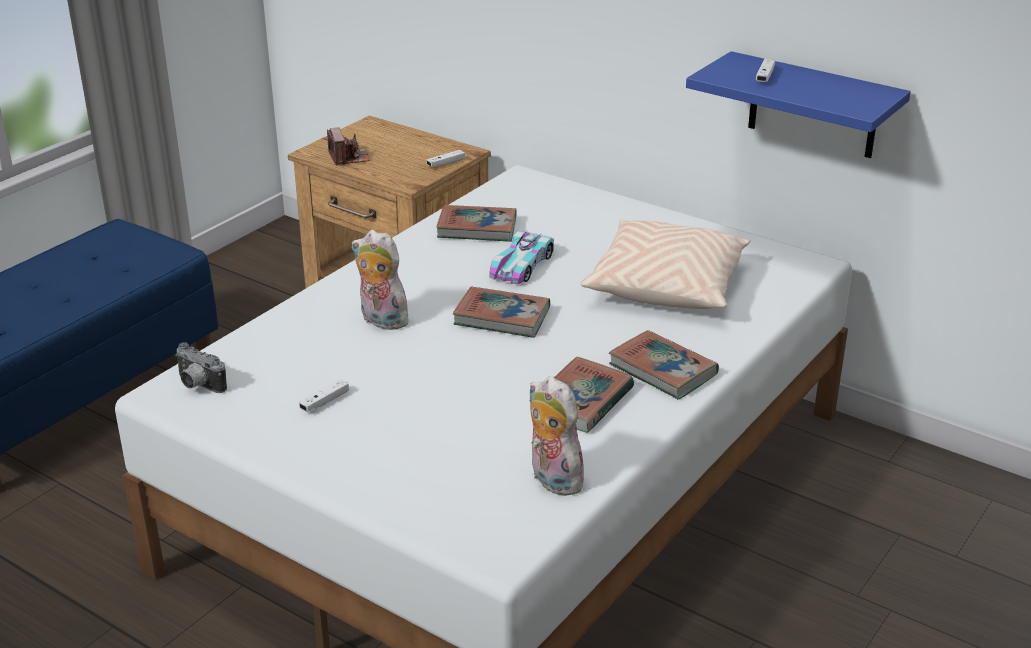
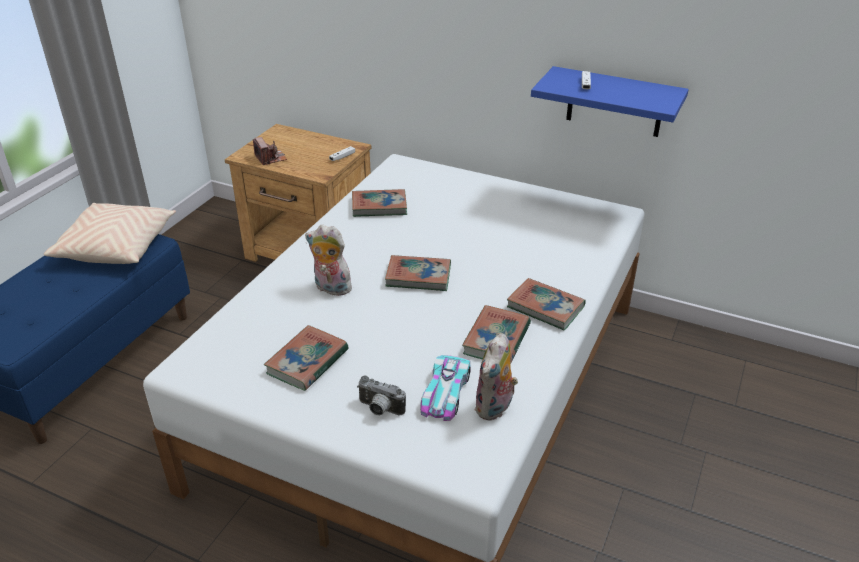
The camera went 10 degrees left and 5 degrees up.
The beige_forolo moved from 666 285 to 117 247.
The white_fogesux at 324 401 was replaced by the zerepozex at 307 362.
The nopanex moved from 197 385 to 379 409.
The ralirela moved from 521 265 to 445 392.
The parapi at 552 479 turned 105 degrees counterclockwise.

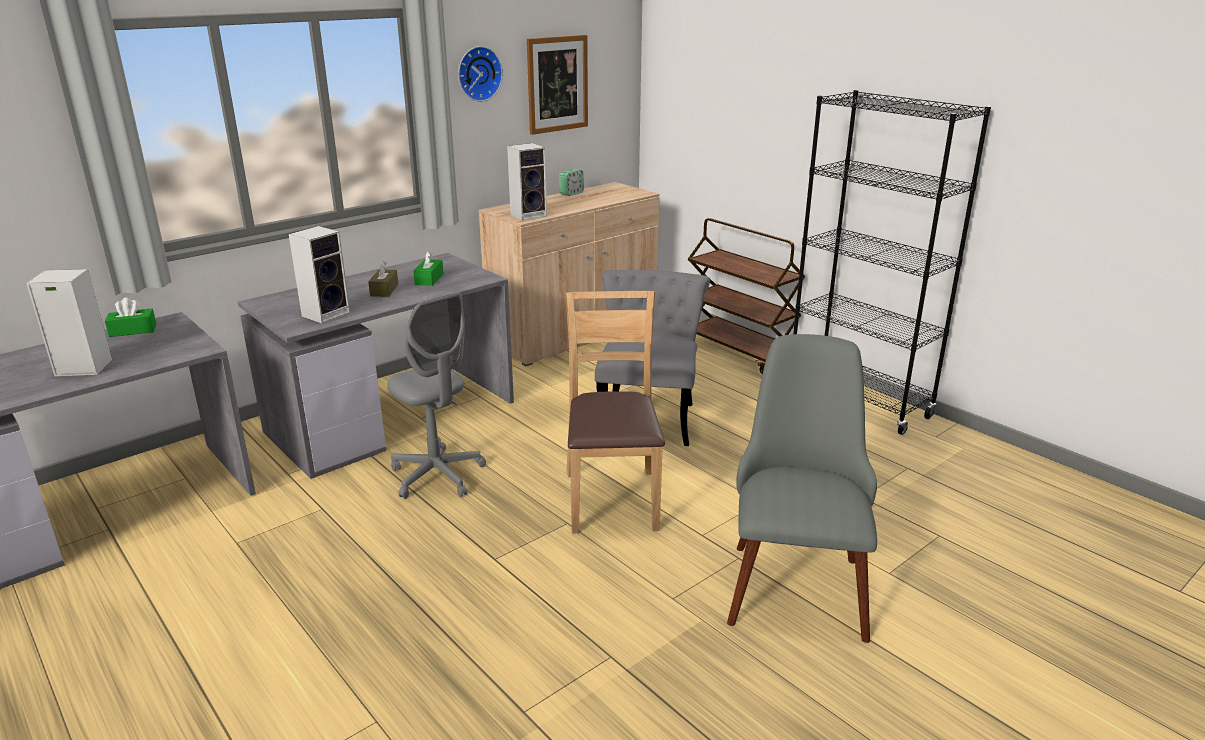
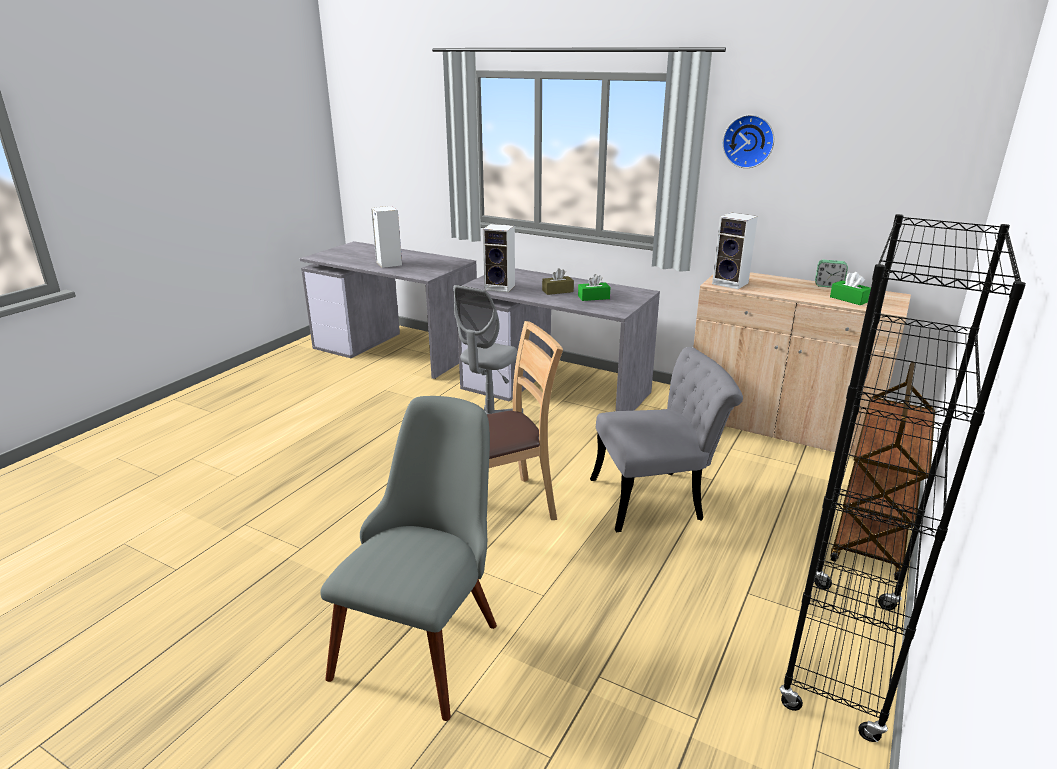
The camera went 70 degrees right and 0 degrees up.
The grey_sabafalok at 795 576 turned 60 degrees counterclockwise.
The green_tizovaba moved from 133 330 to 849 299.
The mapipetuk at 557 84 disappeared.

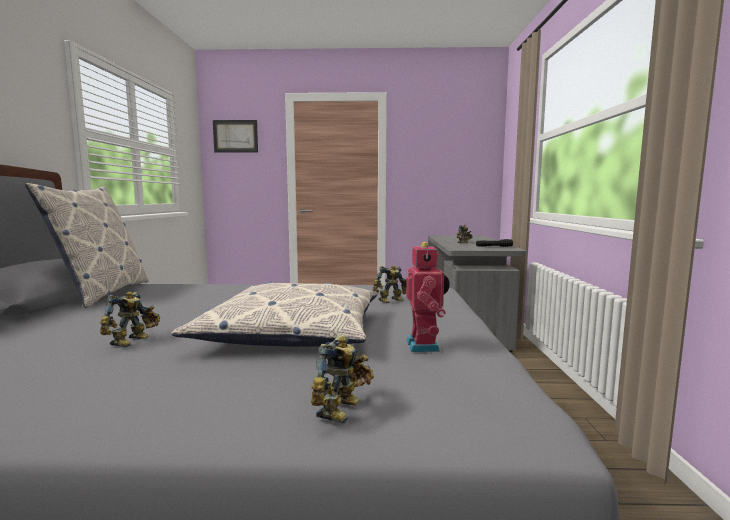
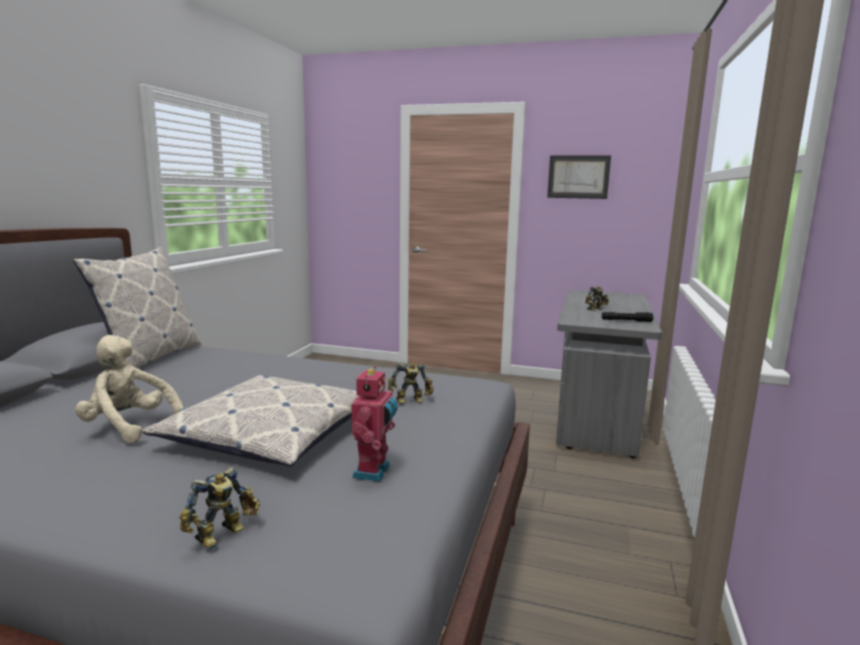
The camera went 15 degrees right and 5 degrees up.
The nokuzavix at 133 341 was replaced by the beige_parapi at 129 427.
The mapipetuk moved from 235 136 to 578 177.

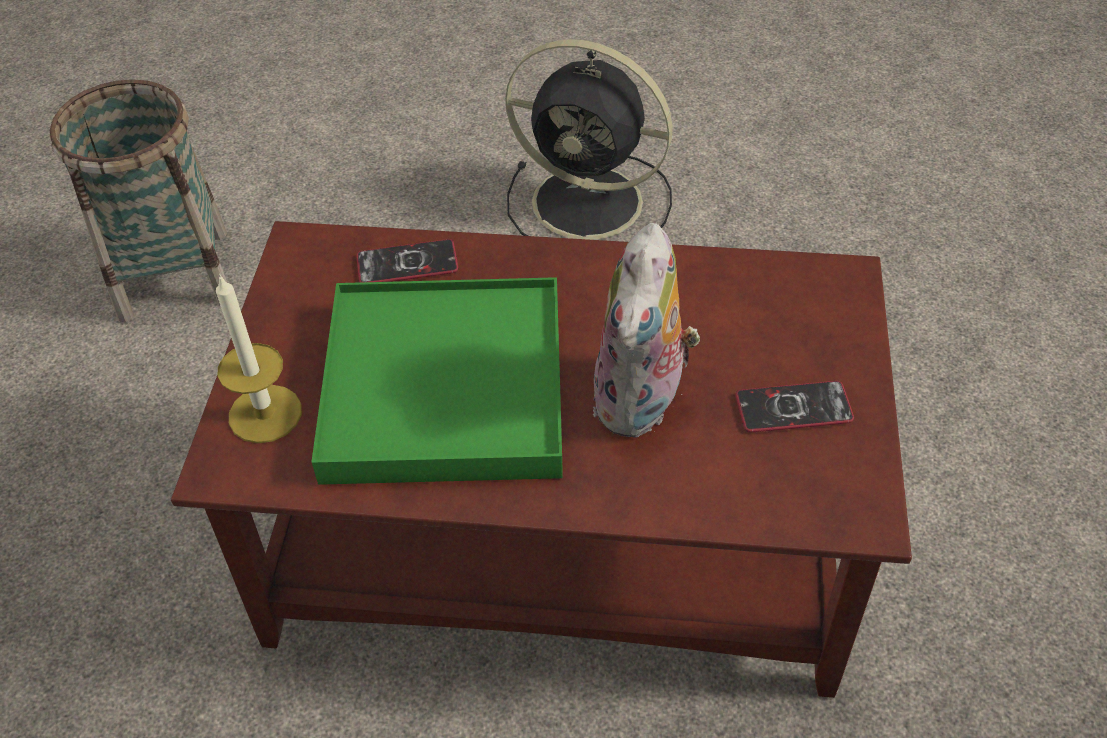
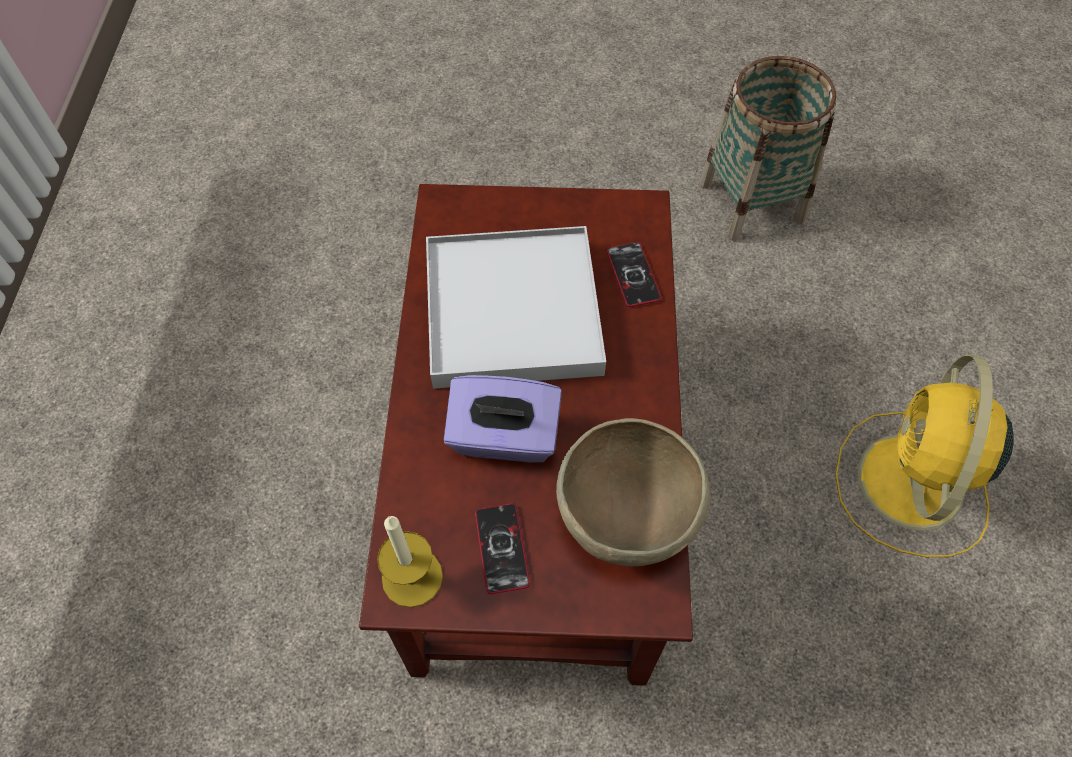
The camera went 85 degrees right and 10 degrees up.
The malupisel moved from 265 414 to 412 577.
The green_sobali at 444 386 became the white_sobali at 513 311.
The parapi at 642 402 was replaced by the purple_tizovaba at 504 438.
The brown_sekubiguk at 625 517 appeared.
The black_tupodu at 592 203 became the yellow_tupodu at 910 486.

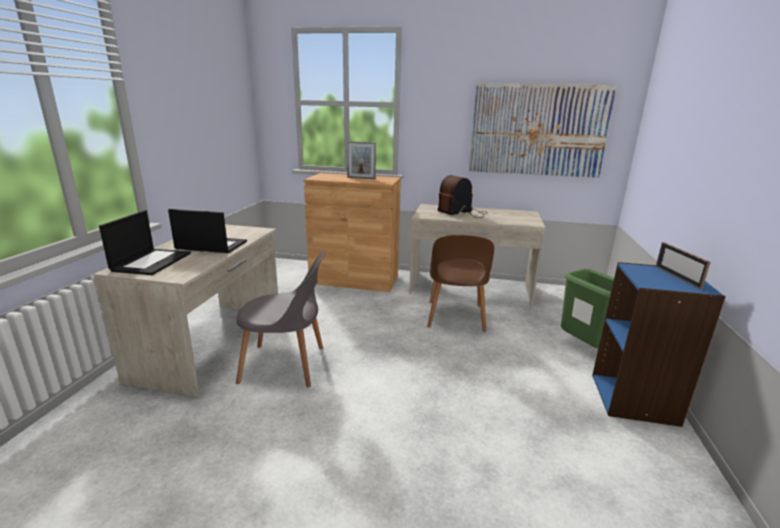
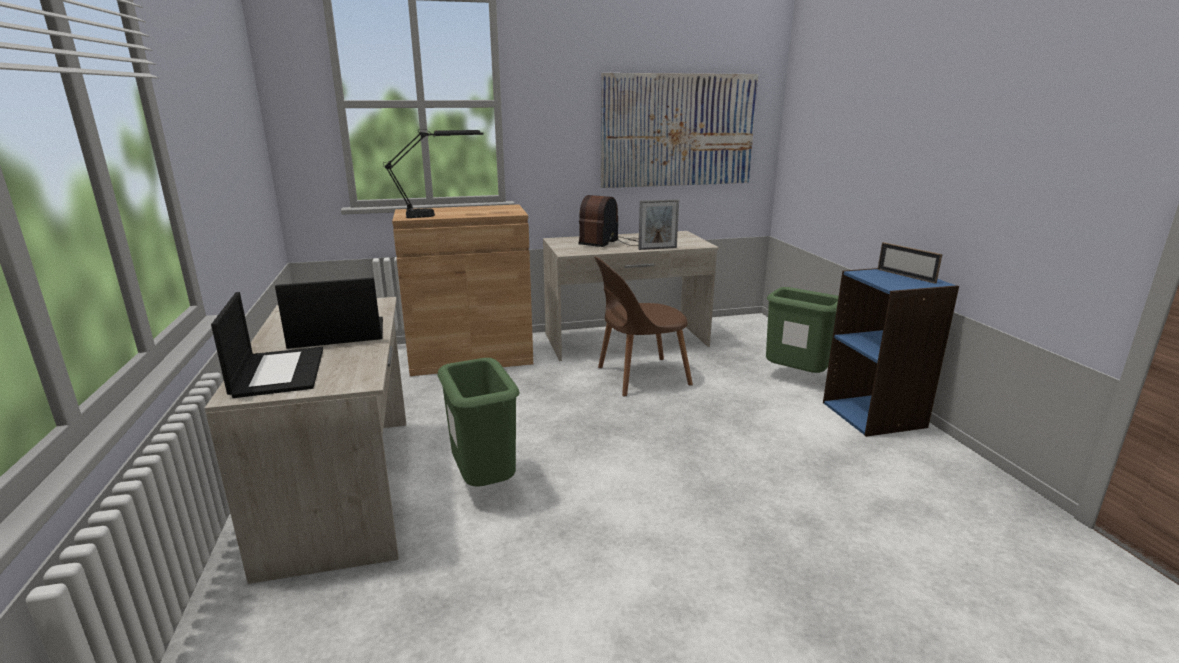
The camera went 25 degrees left and 0 degrees up.
The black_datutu at 439 215 appeared.
The grey_sabafalok at 287 365 was replaced by the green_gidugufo at 485 484.
The brown_sabafalok at 455 317 turned 90 degrees clockwise.
The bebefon moved from 361 178 to 657 248.

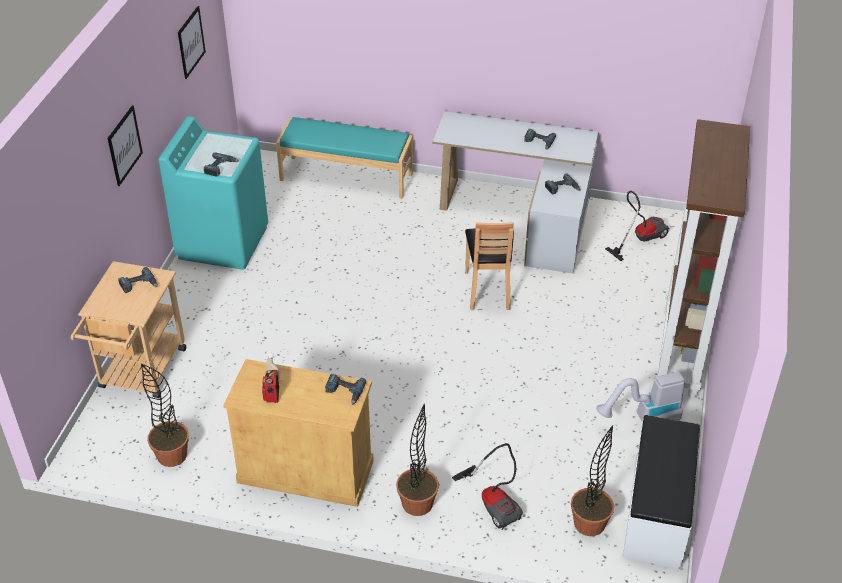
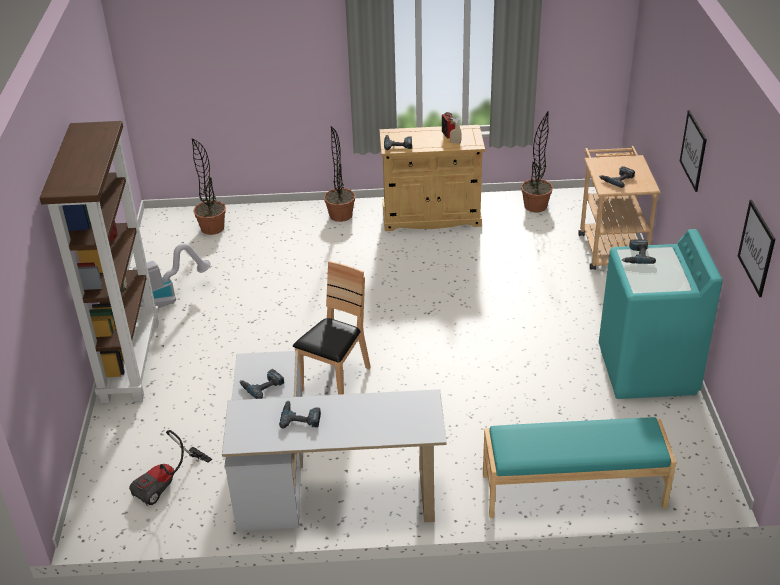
The camera went 165 degrees right and 5 degrees down.
The brown_sabafalok at 488 290 turned 45 degrees clockwise.
The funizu at 494 502 disappeared.
The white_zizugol at 658 511 disappeared.

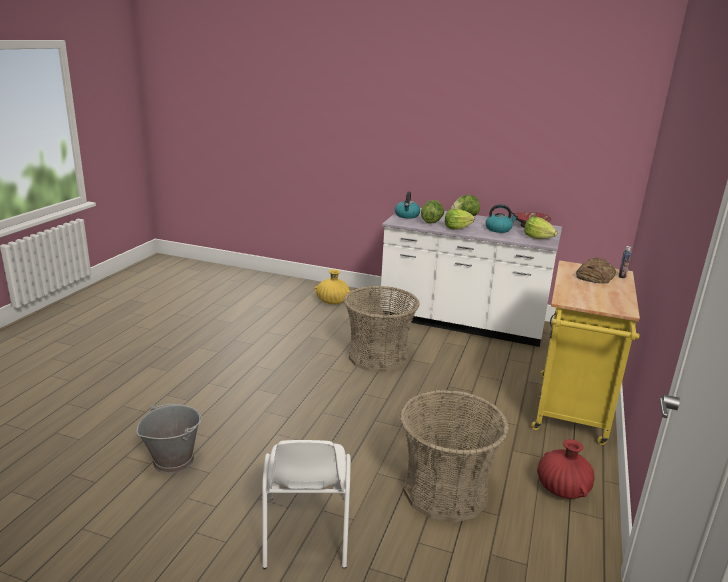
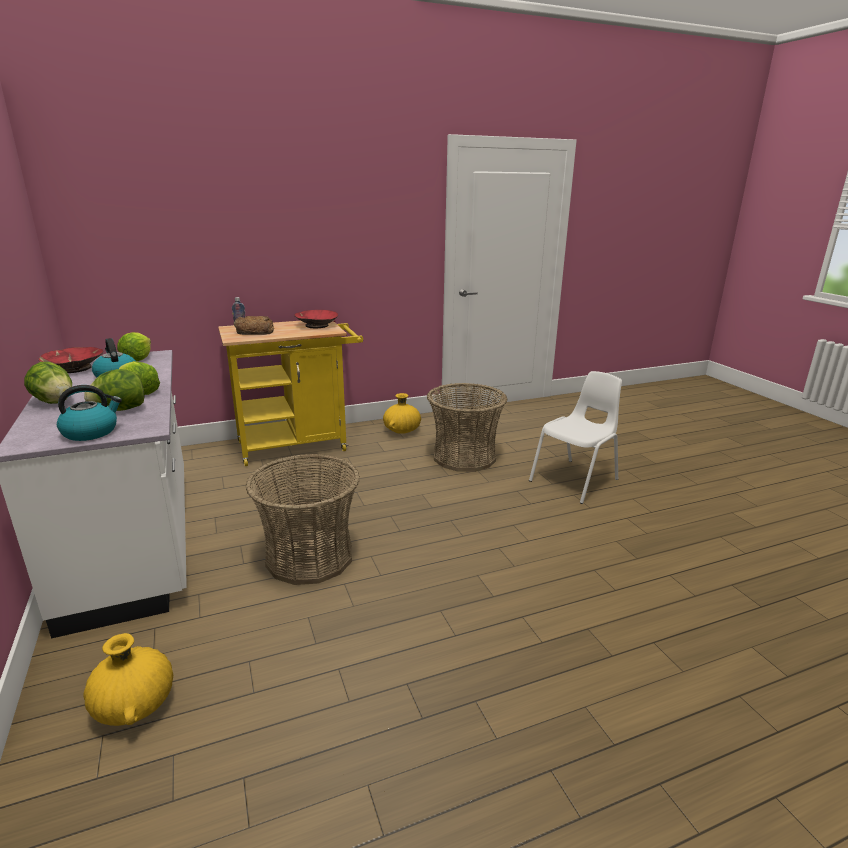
The camera went 130 degrees left and 0 degrees up.
The red_sekubiguk at 316 325 appeared.
The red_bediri at 562 489 became the yellow_bediri at 401 431.
The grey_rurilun at 173 460 disappeared.

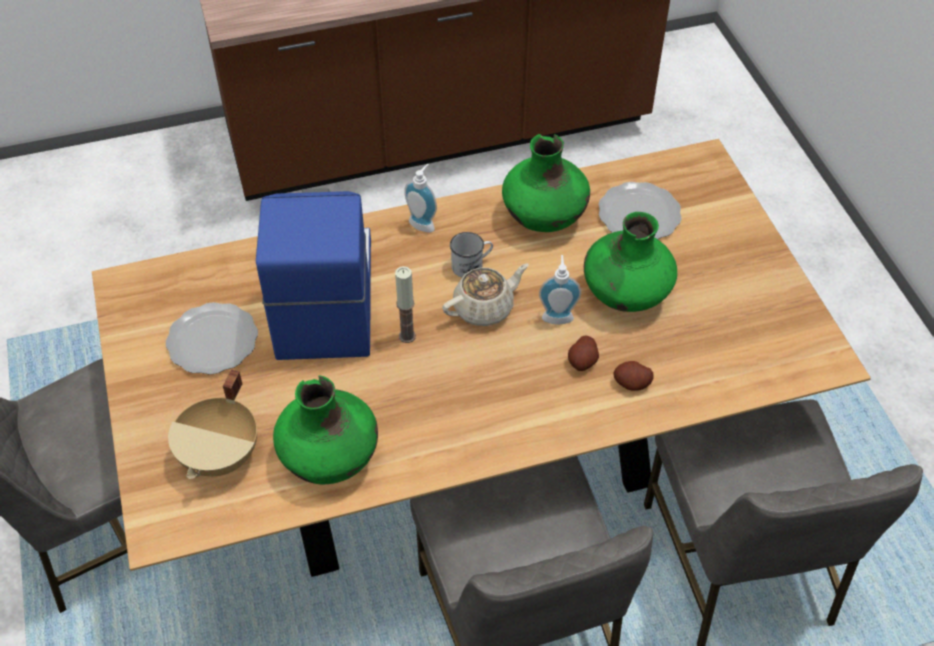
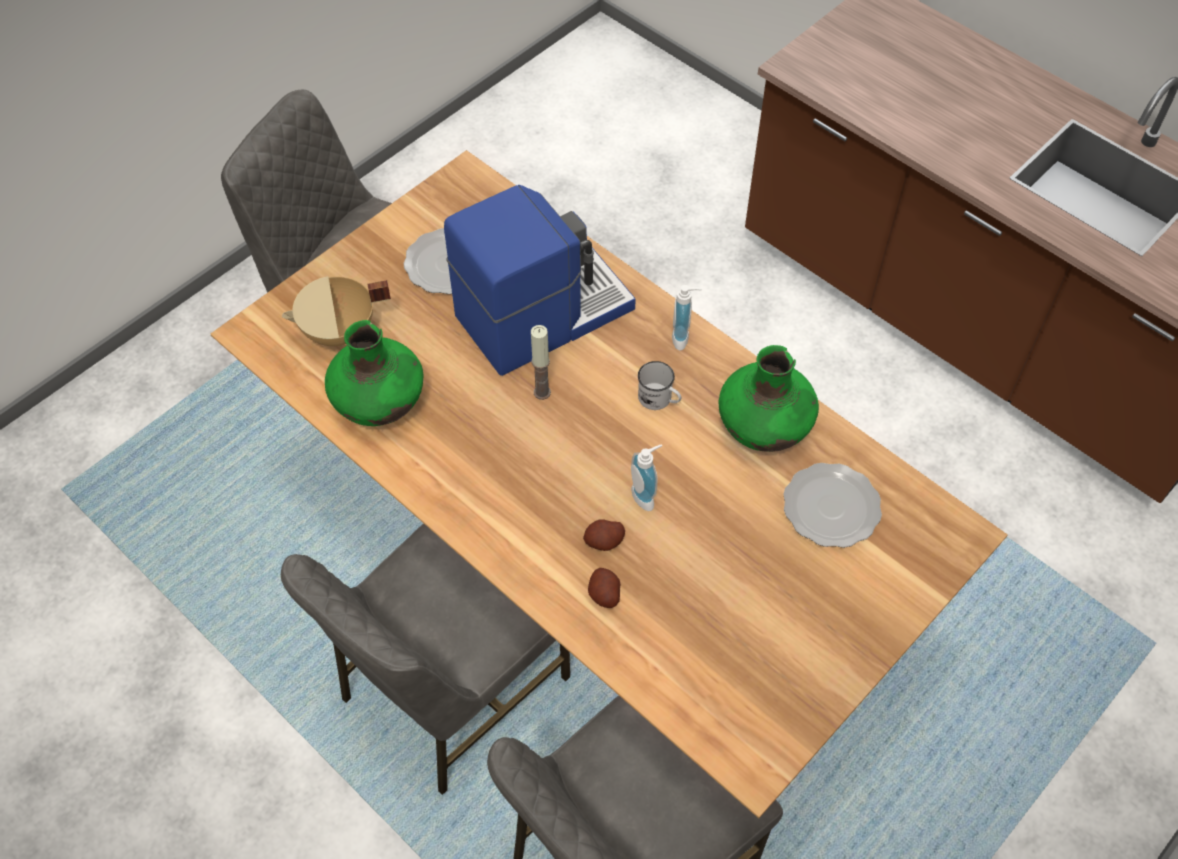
The camera went 60 degrees right and 5 degrees up.
The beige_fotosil at 484 308 disappeared.
The green_bediri at 625 295 disappeared.

